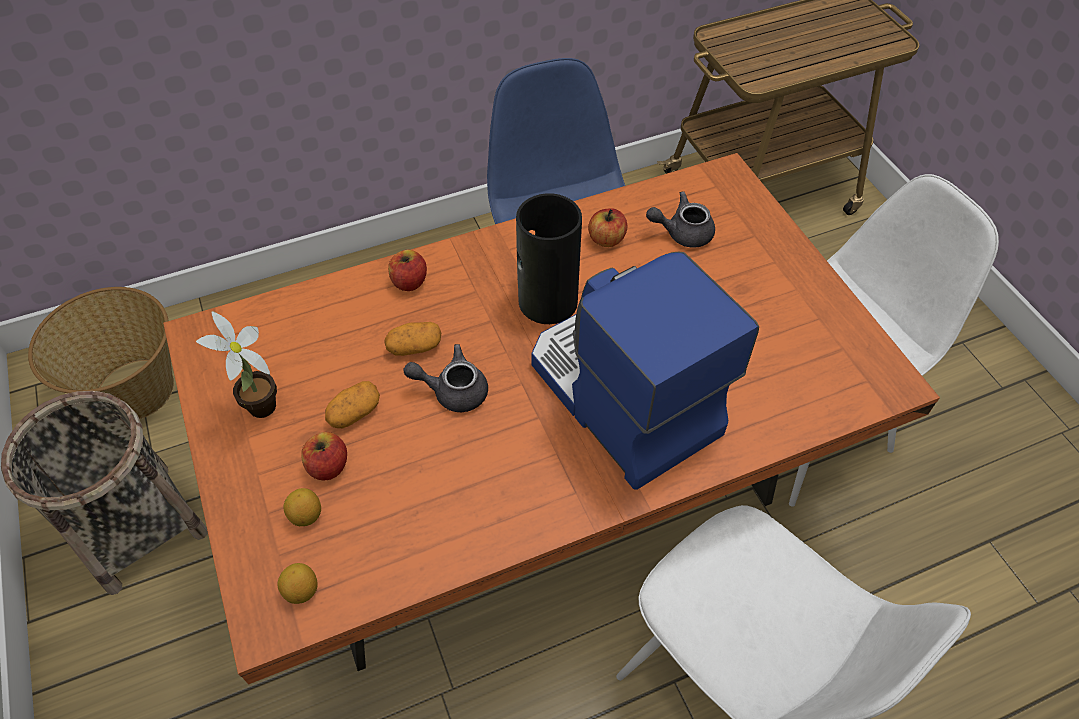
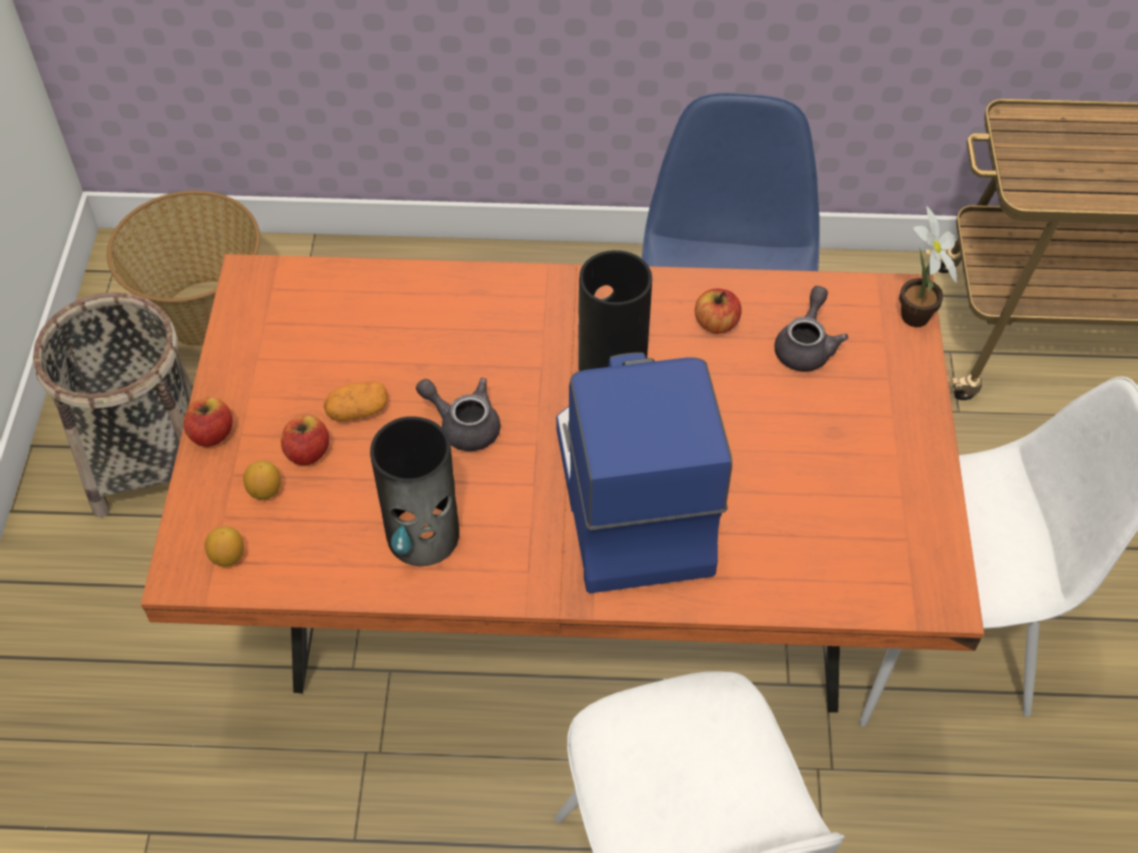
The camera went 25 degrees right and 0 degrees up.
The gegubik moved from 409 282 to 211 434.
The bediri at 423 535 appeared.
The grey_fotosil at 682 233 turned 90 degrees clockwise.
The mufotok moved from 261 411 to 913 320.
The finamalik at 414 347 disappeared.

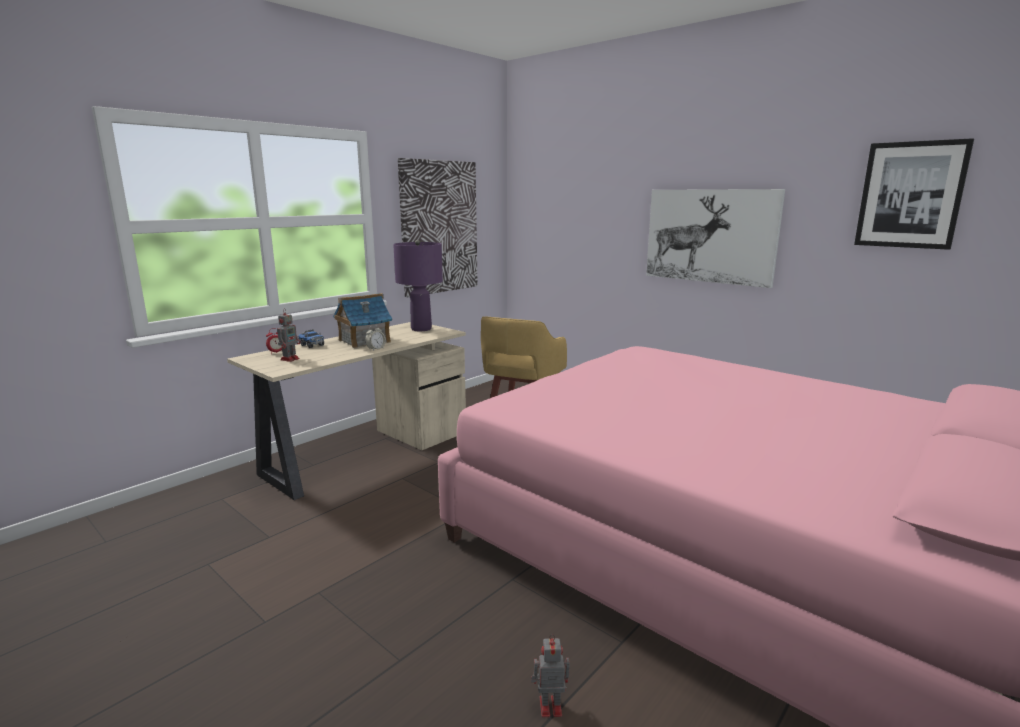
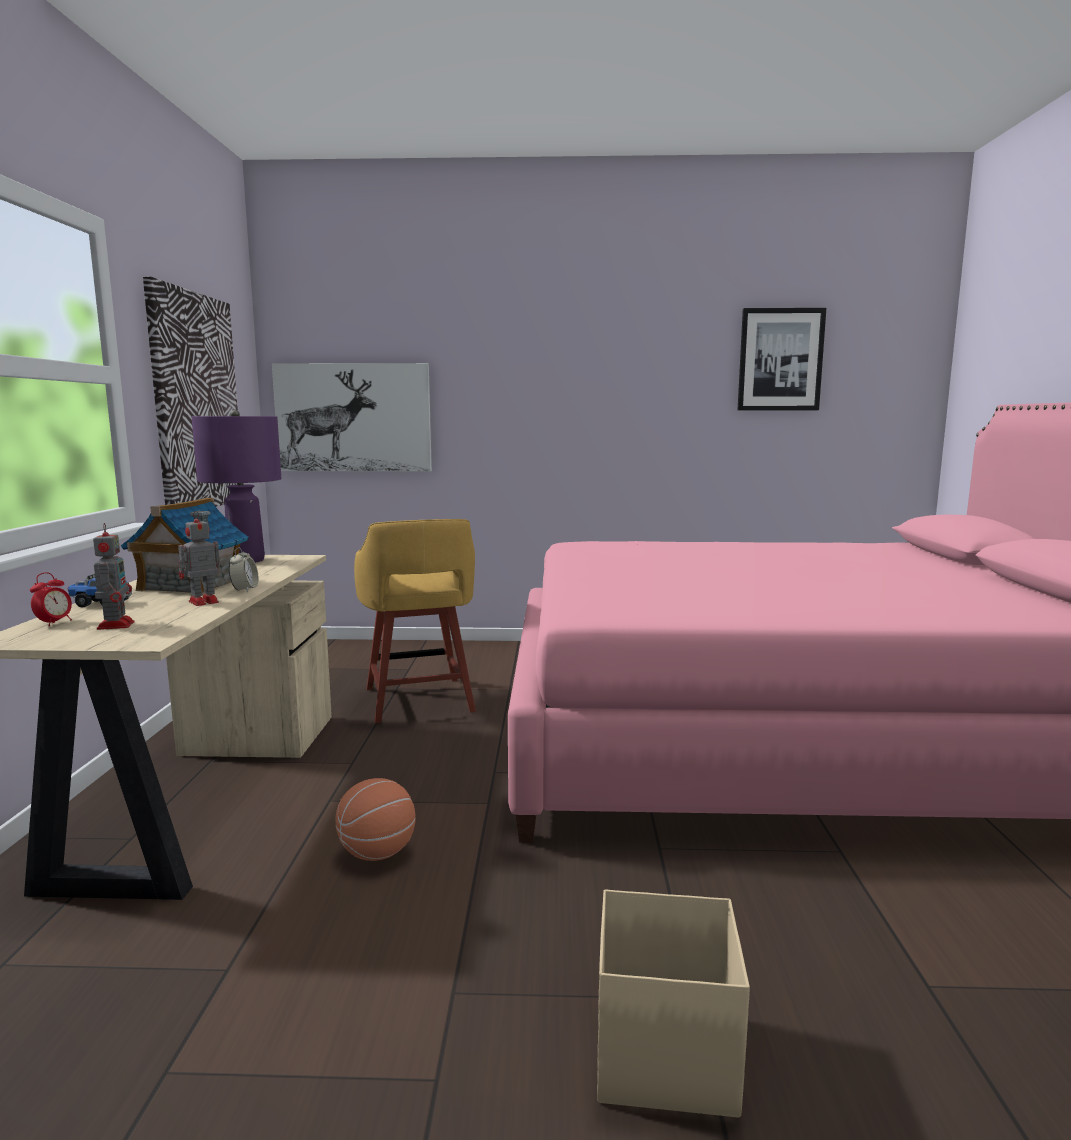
The camera went 40 degrees left and 5 degrees down.
The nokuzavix moved from 549 706 to 202 602.
The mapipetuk moved from 710 236 to 353 418.
The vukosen at 376 853 appeared.
The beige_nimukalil at 662 1055 appeared.

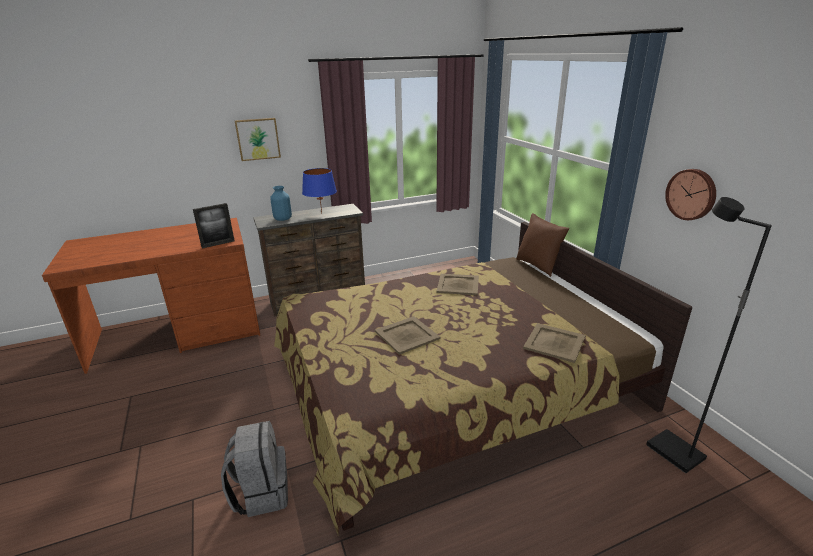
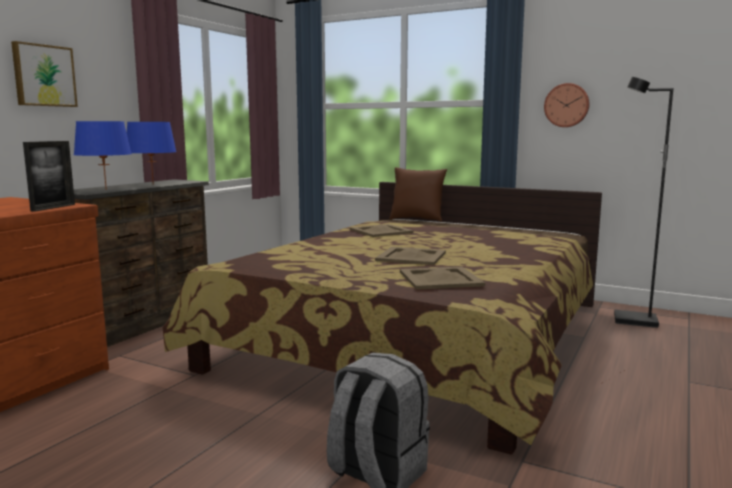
The camera went 40 degrees left and 15 degrees down.
The blue_bediri at 282 219 was replaced by the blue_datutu at 105 189.
The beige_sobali moved from 554 343 to 440 279.

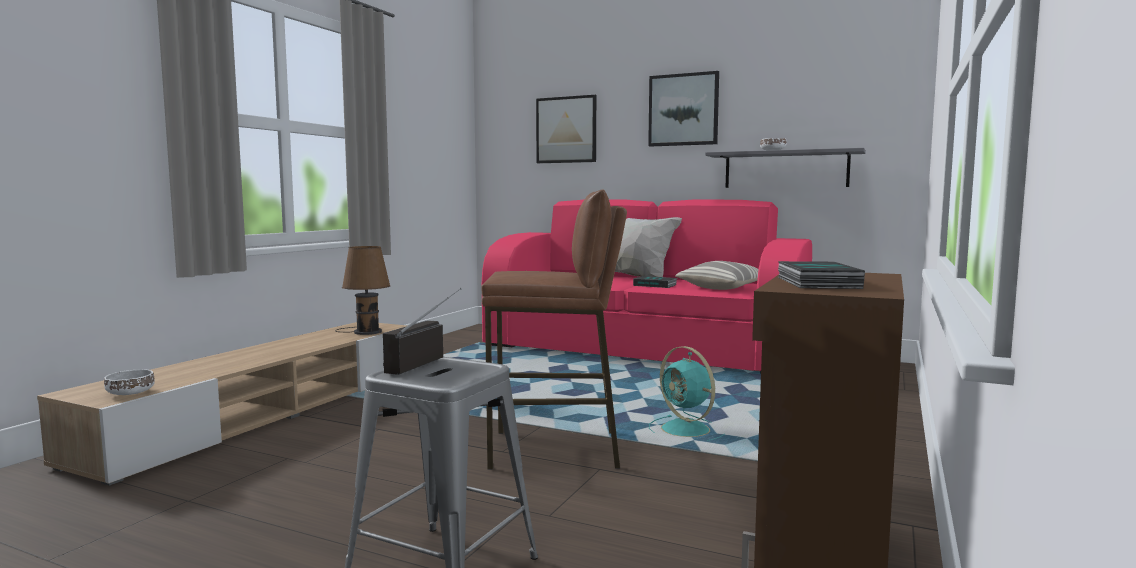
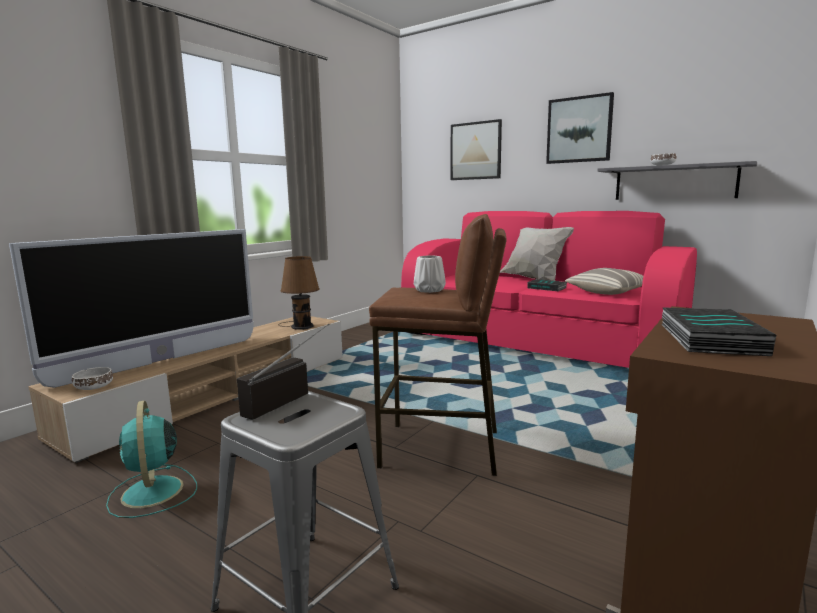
The camera went 10 degrees right and 5 degrees up.
The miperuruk at 162 361 appeared.
The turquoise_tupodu moved from 687 430 to 152 493.
The white_bediri at 429 290 appeared.

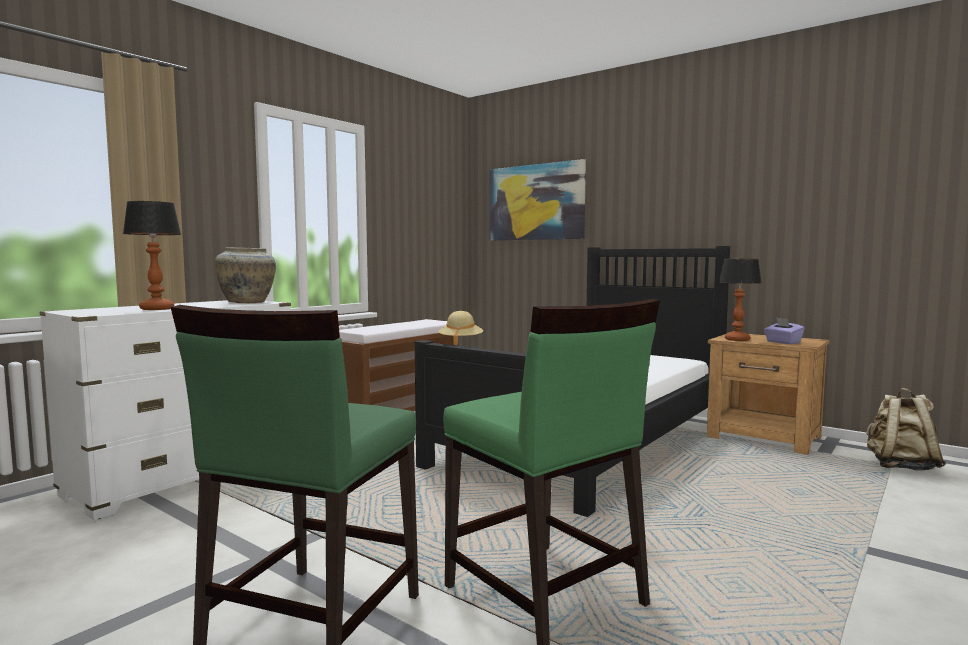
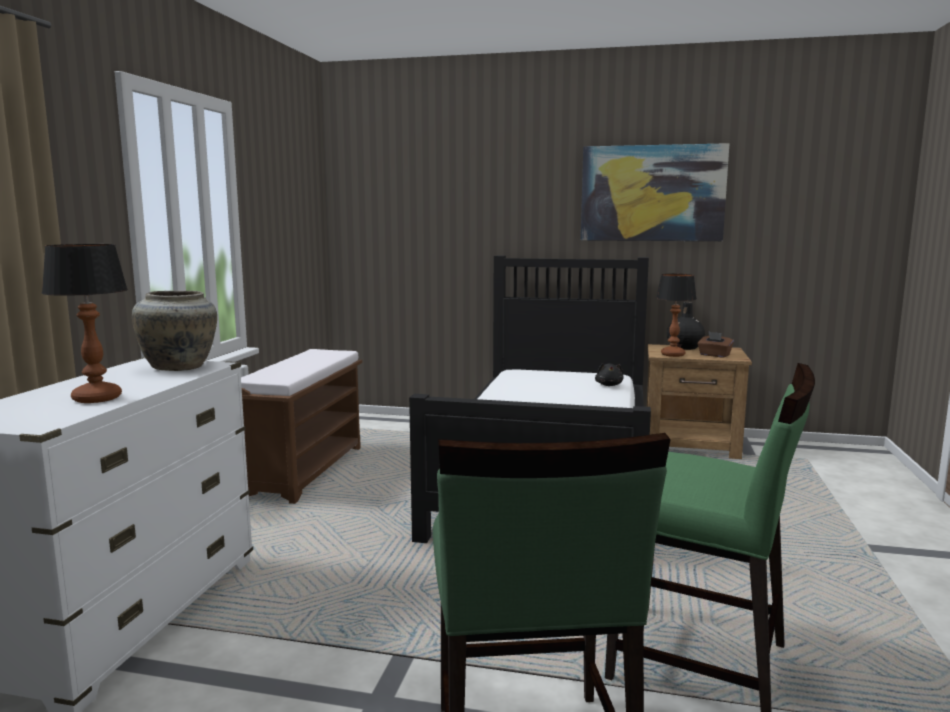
The camera went 25 degrees left and 5 degrees up.
The mapipetuk moved from 536 202 to 652 193.
The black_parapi at 609 385 appeared.
The black_bediri at 685 347 appeared.
The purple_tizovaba at 782 342 became the brown_tizovaba at 714 355.
The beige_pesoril at 460 342 disappeared.
The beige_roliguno at 900 467 disappeared.

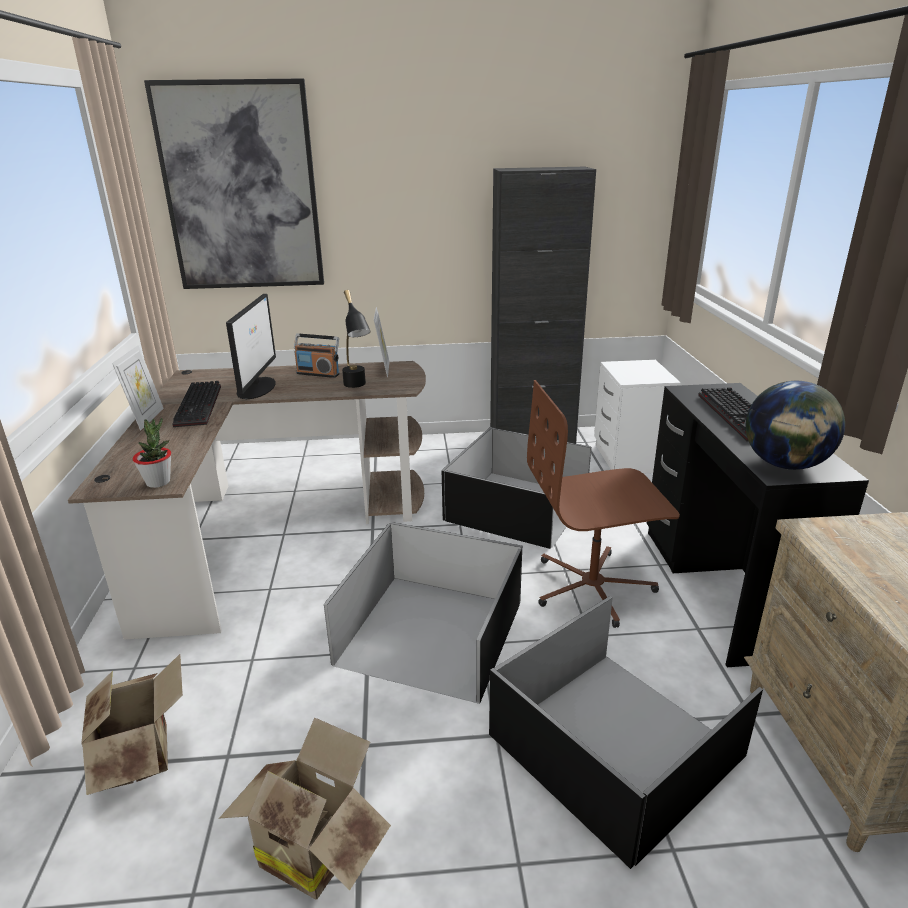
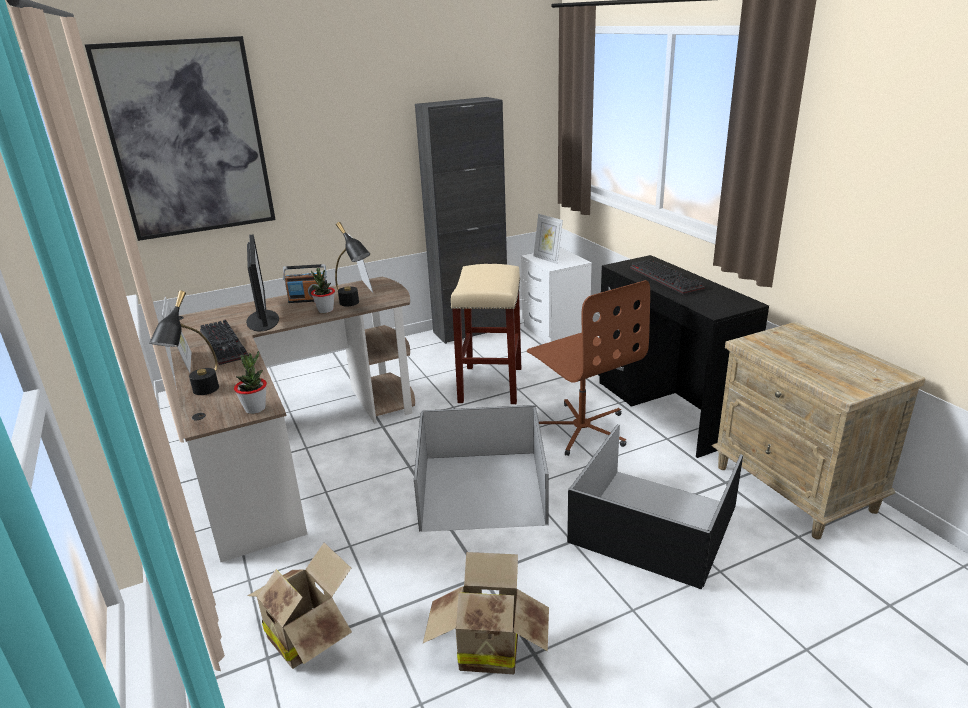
The camera went 20 degrees left and 0 degrees up.
The black_datutu at 199 395 appeared.
The mufotok at 325 310 appeared.
The black_nimukalil at 517 508 was replaced by the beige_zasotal at 491 385.
The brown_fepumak at 593 587 turned 90 degrees counterclockwise.
The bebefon at 547 259 appeared.
The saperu at 785 464 disappeared.

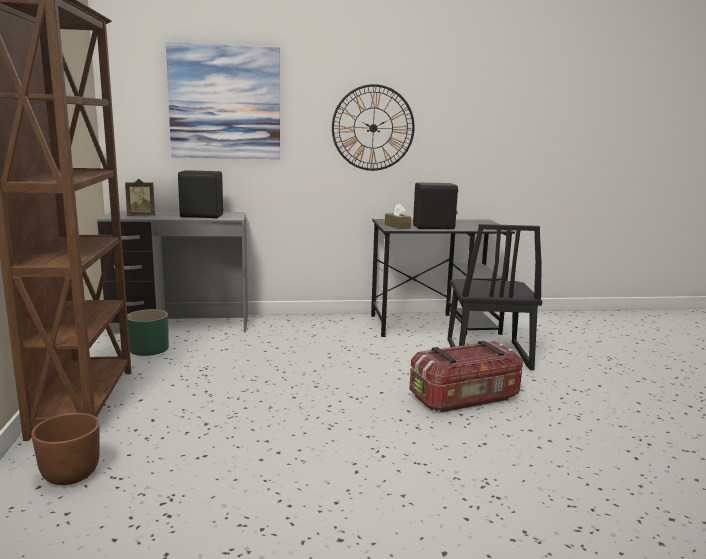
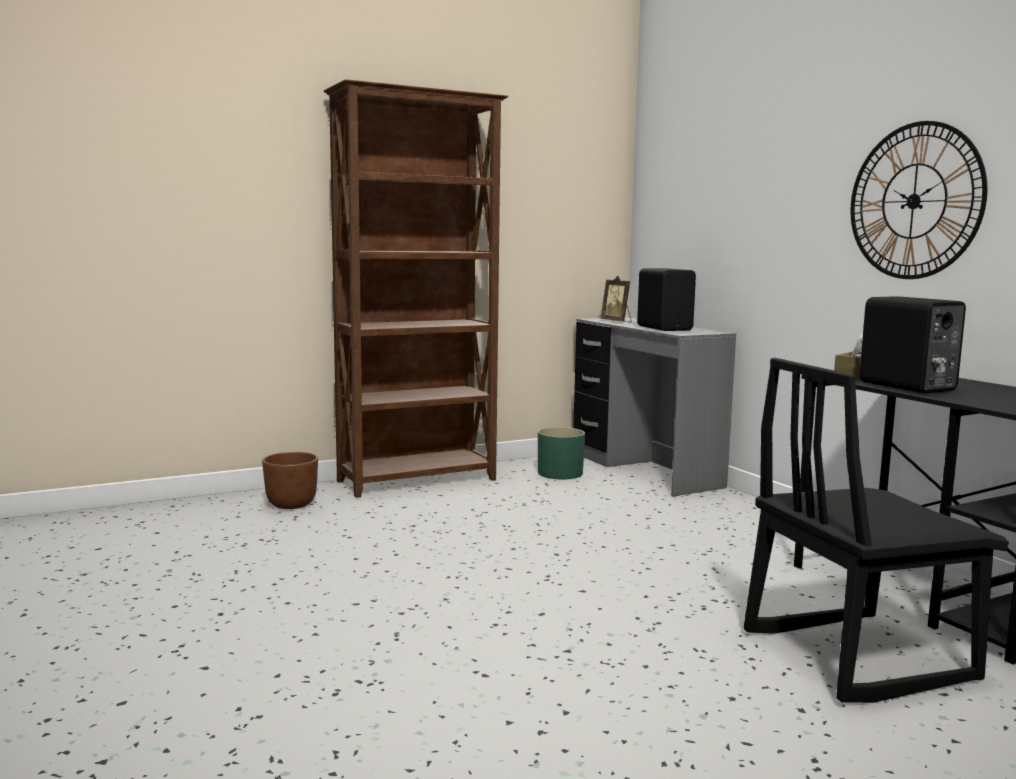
The camera went 70 degrees right and 5 degrees down.
The mapipetuk at 225 102 disappeared.
The nimukalil at 466 398 disappeared.

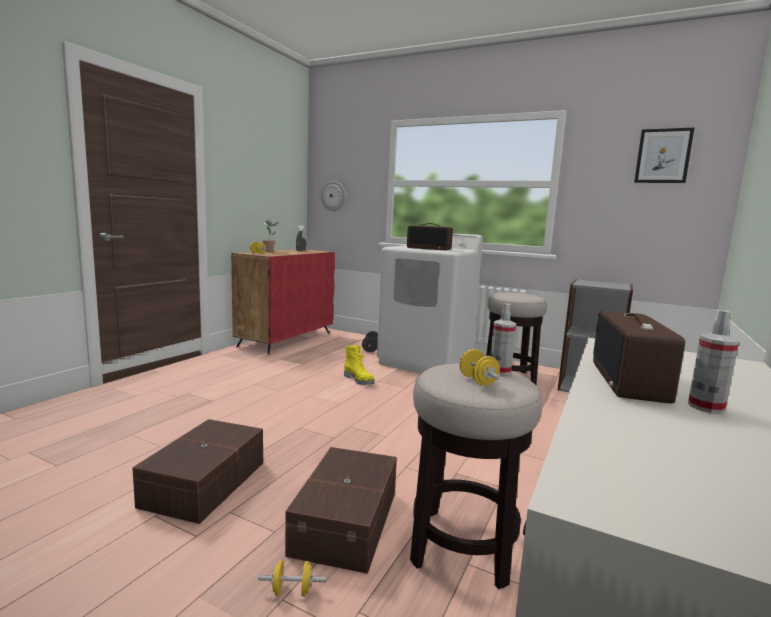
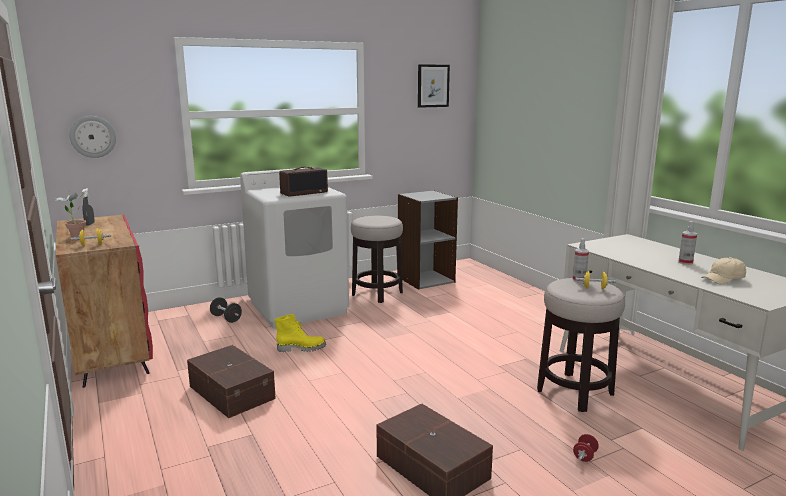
The camera went 55 degrees left and 5 degrees up.
The brown_nimukalil moved from 348 522 to 232 391.
The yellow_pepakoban at 292 591 became the red_pepakoban at 585 456.
The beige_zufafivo at 723 279 appeared.
The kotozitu at 630 382 disappeared.

